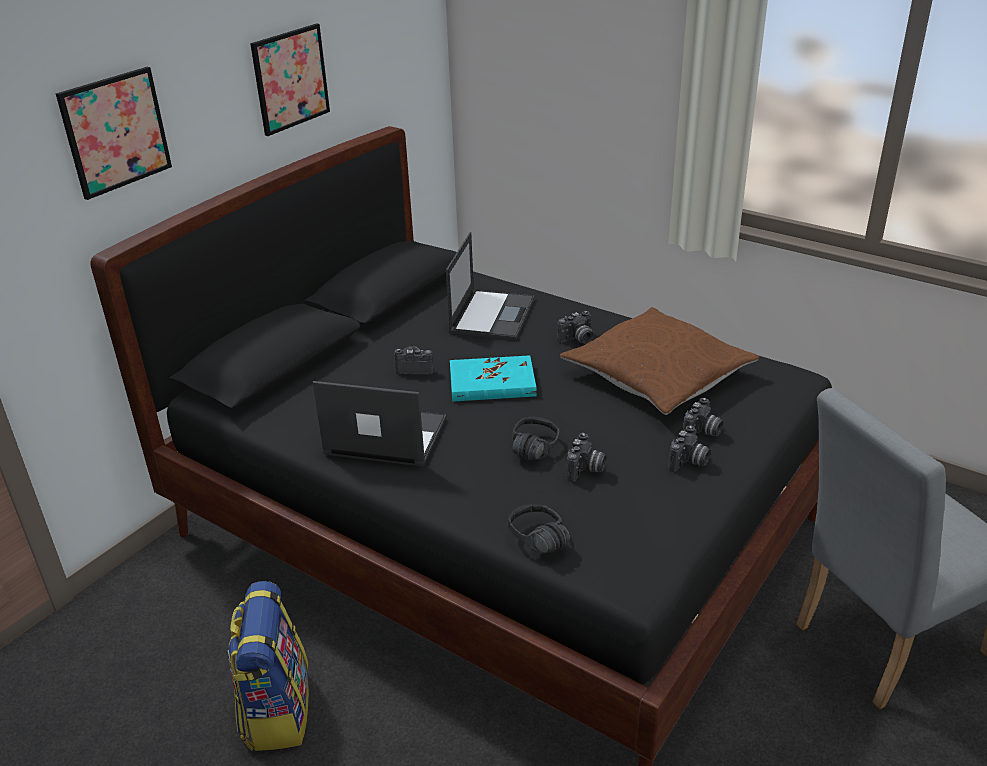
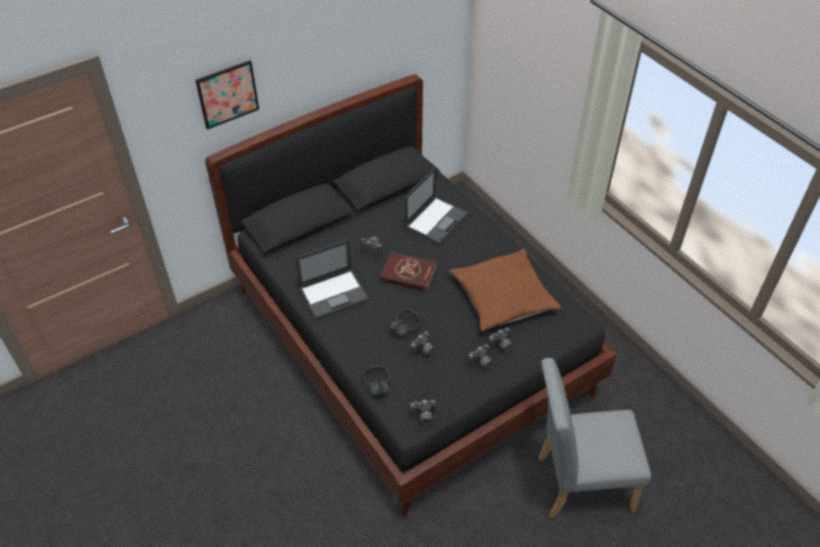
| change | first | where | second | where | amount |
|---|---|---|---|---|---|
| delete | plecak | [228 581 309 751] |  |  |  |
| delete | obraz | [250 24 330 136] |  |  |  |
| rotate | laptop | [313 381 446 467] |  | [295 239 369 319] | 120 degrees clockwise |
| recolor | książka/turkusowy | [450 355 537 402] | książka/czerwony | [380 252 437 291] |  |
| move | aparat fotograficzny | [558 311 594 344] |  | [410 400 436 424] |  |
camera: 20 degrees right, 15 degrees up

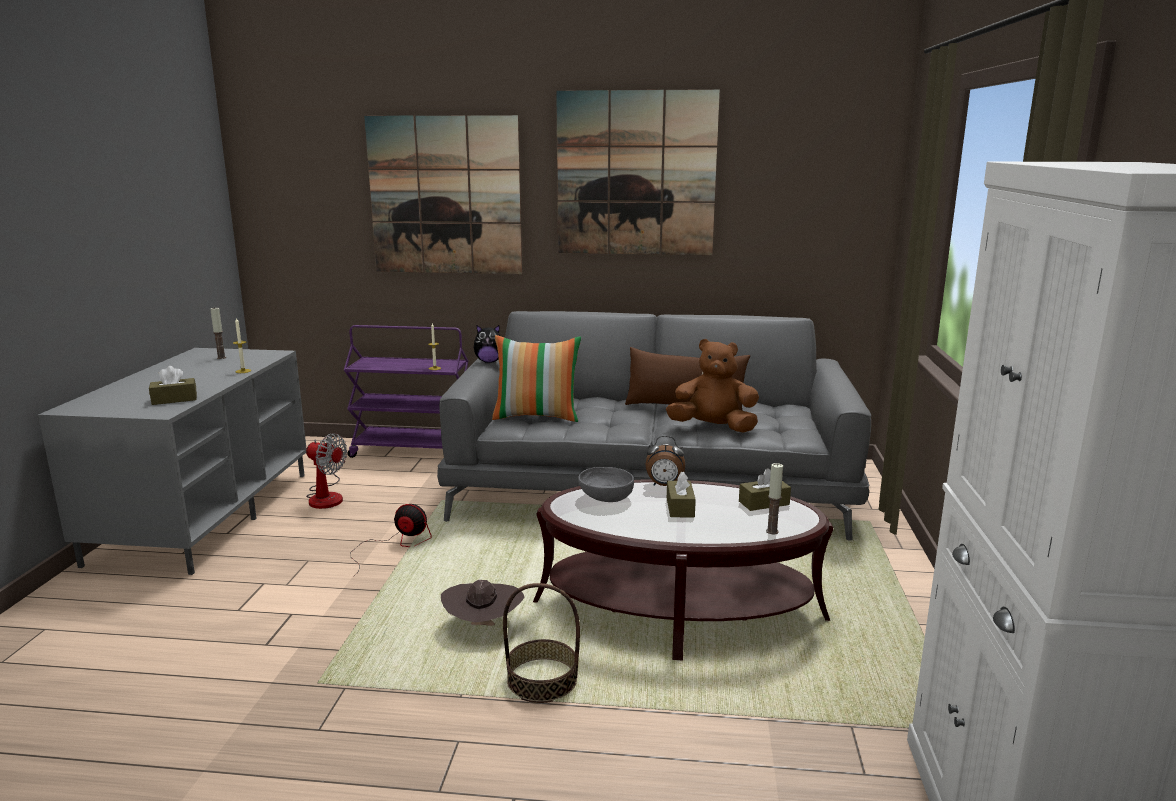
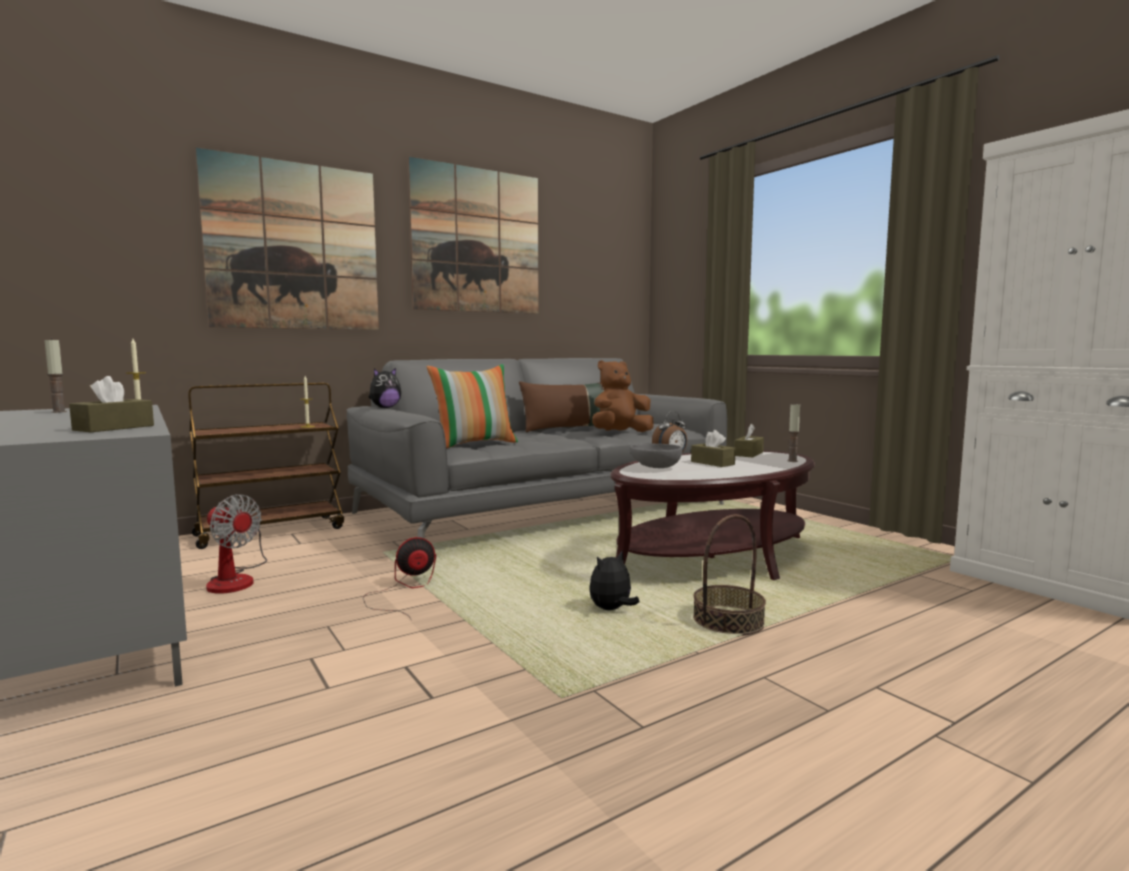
| change | first | where | second | where | amount |
|---|---|---|---|---|---|
| rotate | wentylator | [306 433 347 509] |  | [206 494 267 593] | 45 degrees clockwise |
| recolor | wózek/fioletowy | [344 325 468 458] | wózek/brązowy | [188 383 344 549] |  |
| replace | kapelusz/brązowy | [441 580 525 626] | pluszak | [589 551 639 610] |  |
camera: 40 degrees left, 10 degrees down

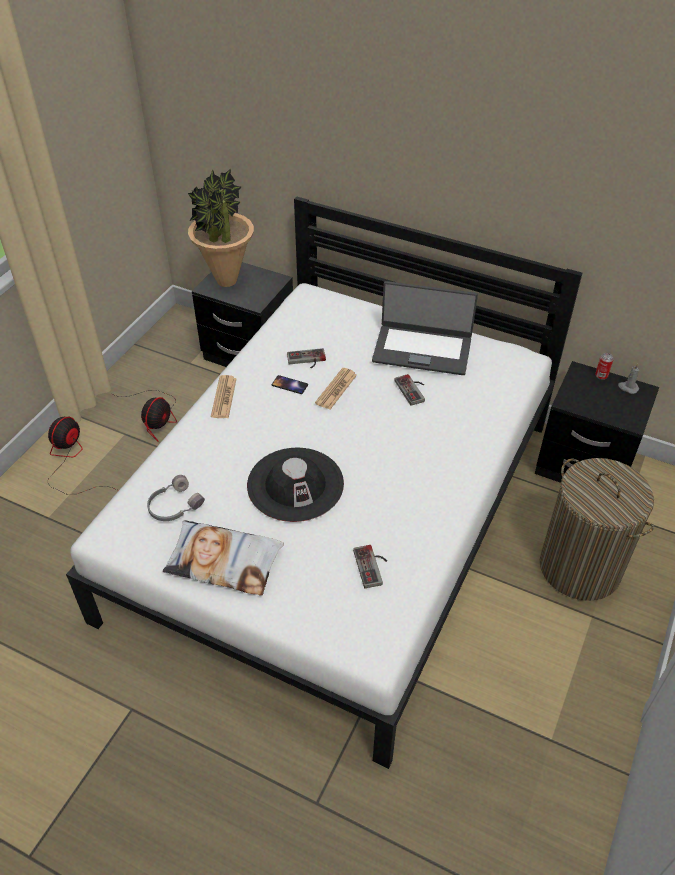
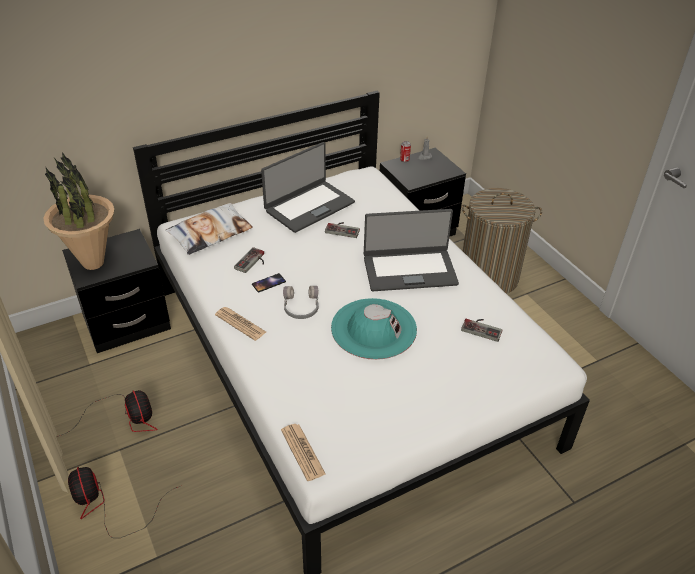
| change | first | where | second | where | amount |
|---|---|---|---|---|---|
| move | słuchawki/szary | [147 475 205 521] |  | [283 286 319 319] |  |
| move | poduszka | [163 520 284 596] |  | [165 203 253 255] |  |
| recolor | kapelusz/czarny | [247 447 344 522] | kapelusz/turkusowy | [331 298 417 360] |  |
| move | gazeta | [315 368 357 410] |  | [281 424 326 481] |  |
| insert |  |  | laptop | [364 209 459 291] |  |
camera: 55 degrees left, 5 degrees down

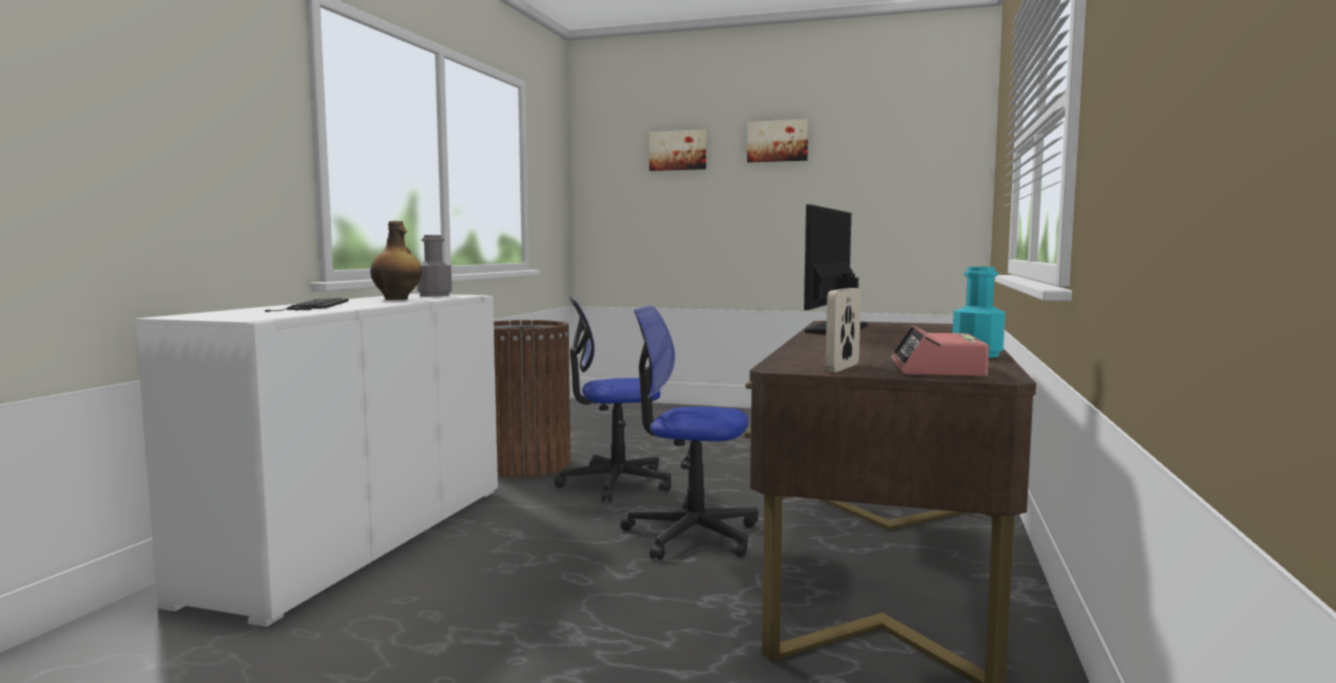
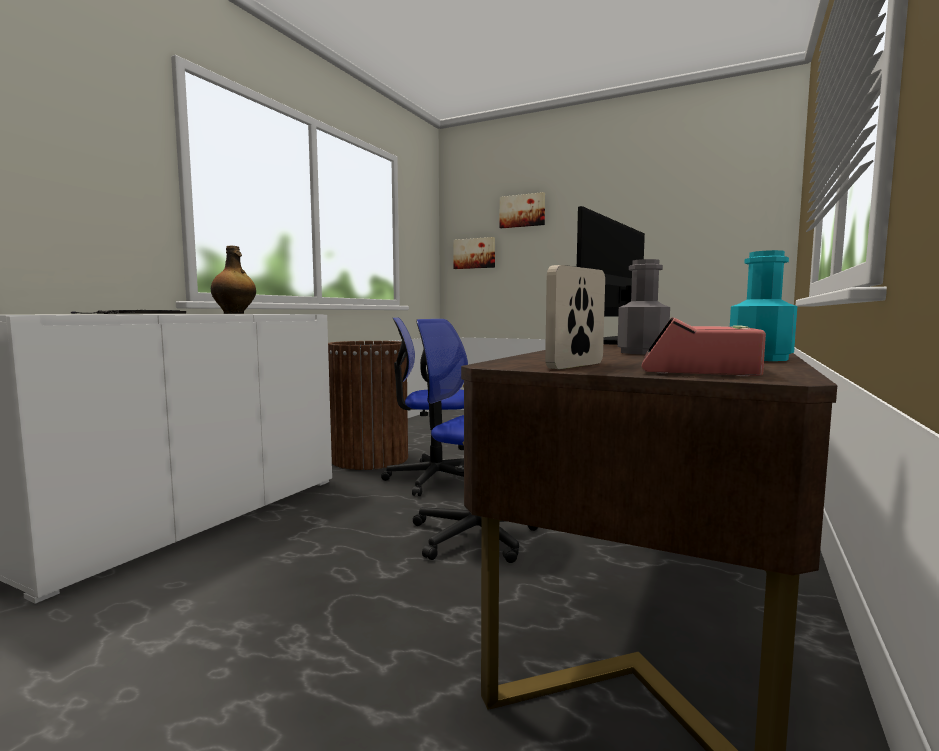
| change | first | where | second | where | amount |
|---|---|---|---|---|---|
| move | butelka/szary | [417 235 452 296] |  | [617 259 670 354] |  |
| move | obraz | [747 119 808 162] |  | [453 237 495 269] |  |
camera: 10 degrees right, 0 degrees up

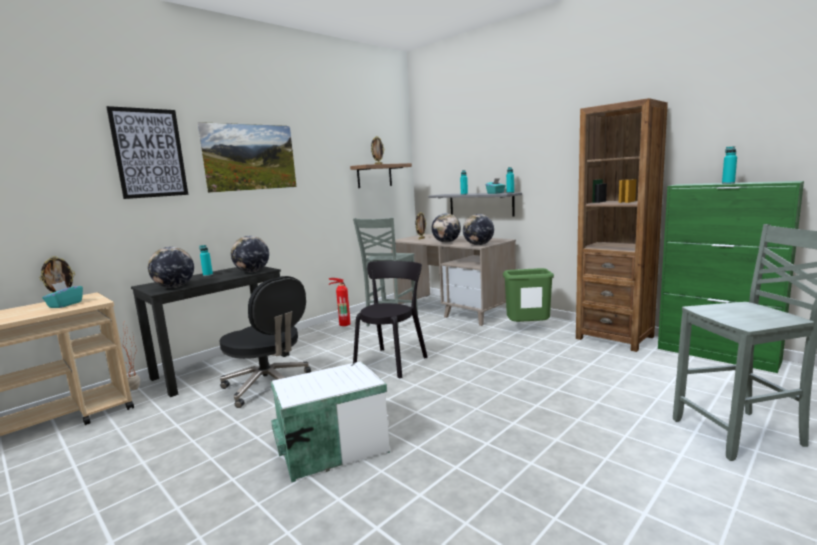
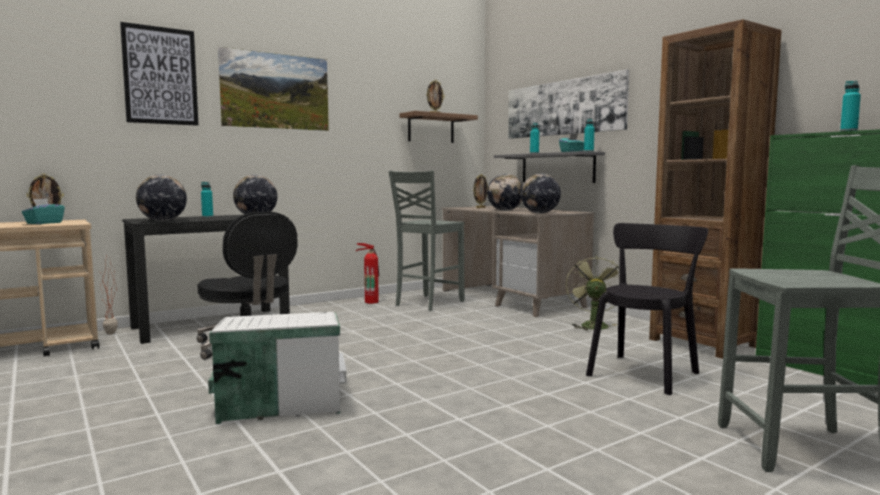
| change | first | where | second | where | amount |
|---|---|---|---|---|---|
| move | krzesło/czarny | [353 261 428 378] |  | [586 223 708 395] |  |
| replace | kosz na śmieci/zielony | [503 268 554 322] | wentylator/zielony | [566 255 620 331] |  |
| insert |  |  | obraz | [508 69 629 139] |  |
camera: 10 degrees right, 5 degrees down

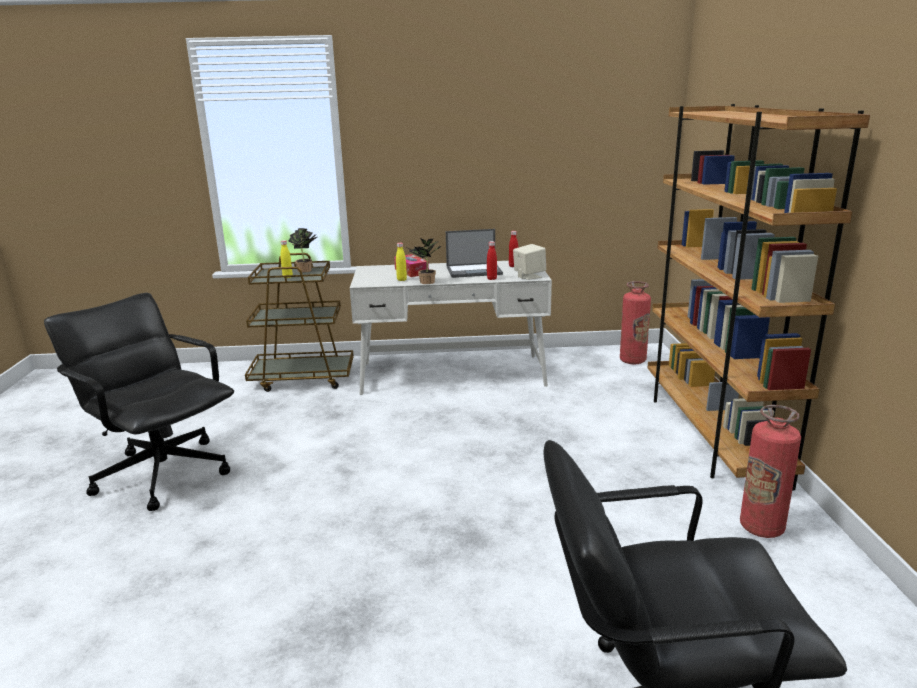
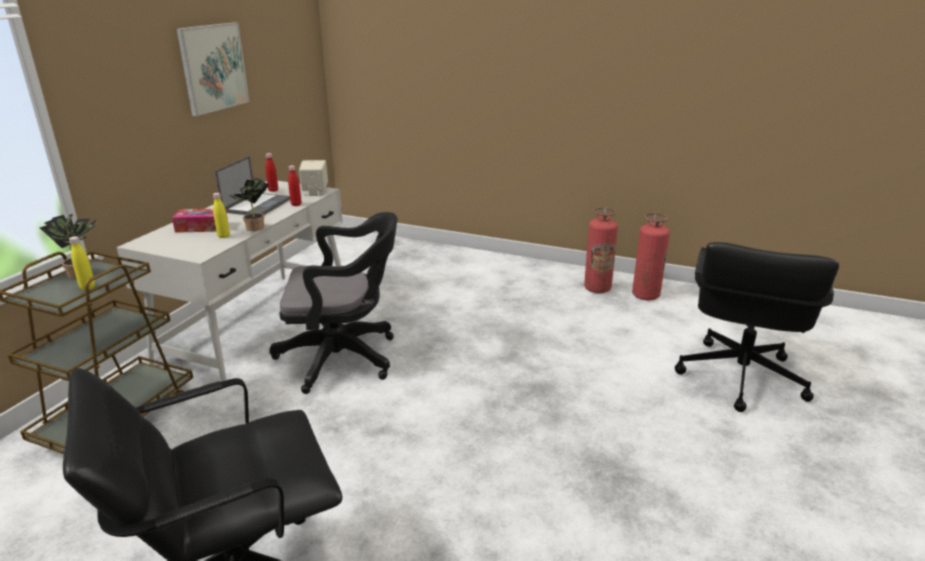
| change | first | where | second | where | amount |
|---|---|---|---|---|---|
| move | gaśnica | [620 281 651 364] |  | [632 213 670 300] |  |
| delete | regał/brązowy | [647 104 870 491] |  |  |  |
| insert |  |  | obraz | [177 22 249 116] |  |
| insert |  |  | krzesło biurowe/czarny | [269 212 398 394] |  |
camera: 65 degrees left, 5 degrees up

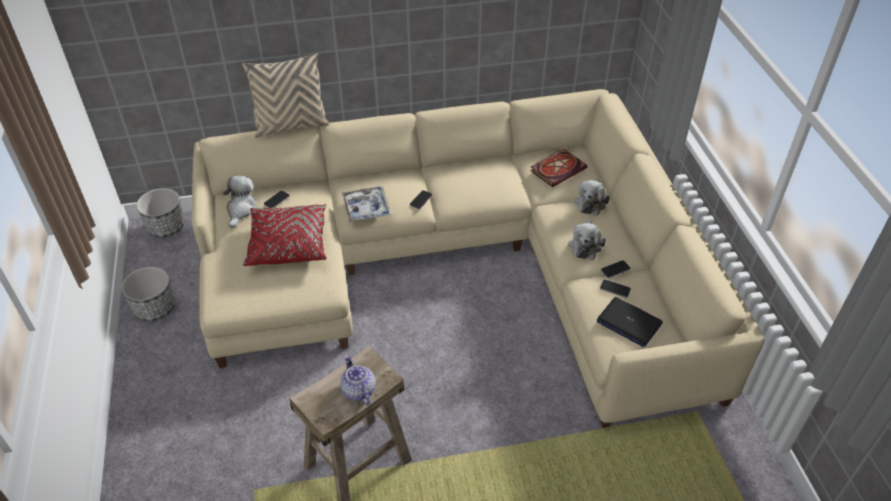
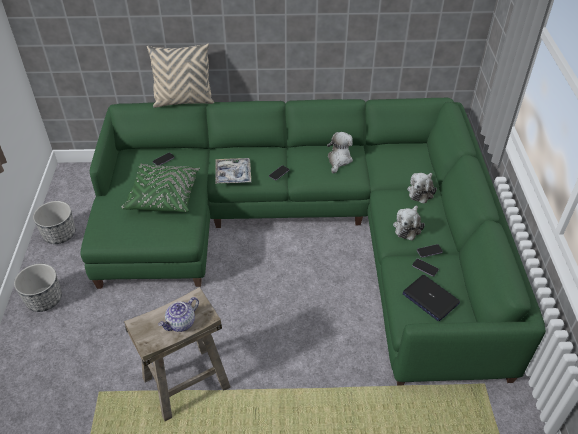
| change | first | where | second | where | amount |
|---|---|---|---|---|---|
| move | donica | [136 188 184 237] |  | [14 264 62 312] |  |
| recolor | kanapa/beżowy | [192 89 765 428] | kanapa/zielony | [81 98 546 386] |  |
| move | pluszak | [223 175 258 228] |  | [327 132 353 174] |  |
| recolor | poduszka/czerwony | [243 204 327 266] | poduszka/zielony | [121 163 200 212] |  |
| rotate | imbryk | [340 355 375 405] |  | [158 297 199 332] | 120 degrees counterclockwise |
| delete | książka | [530 149 588 187] |  |  |  |
camera: 10 degrees right, 0 degrees up

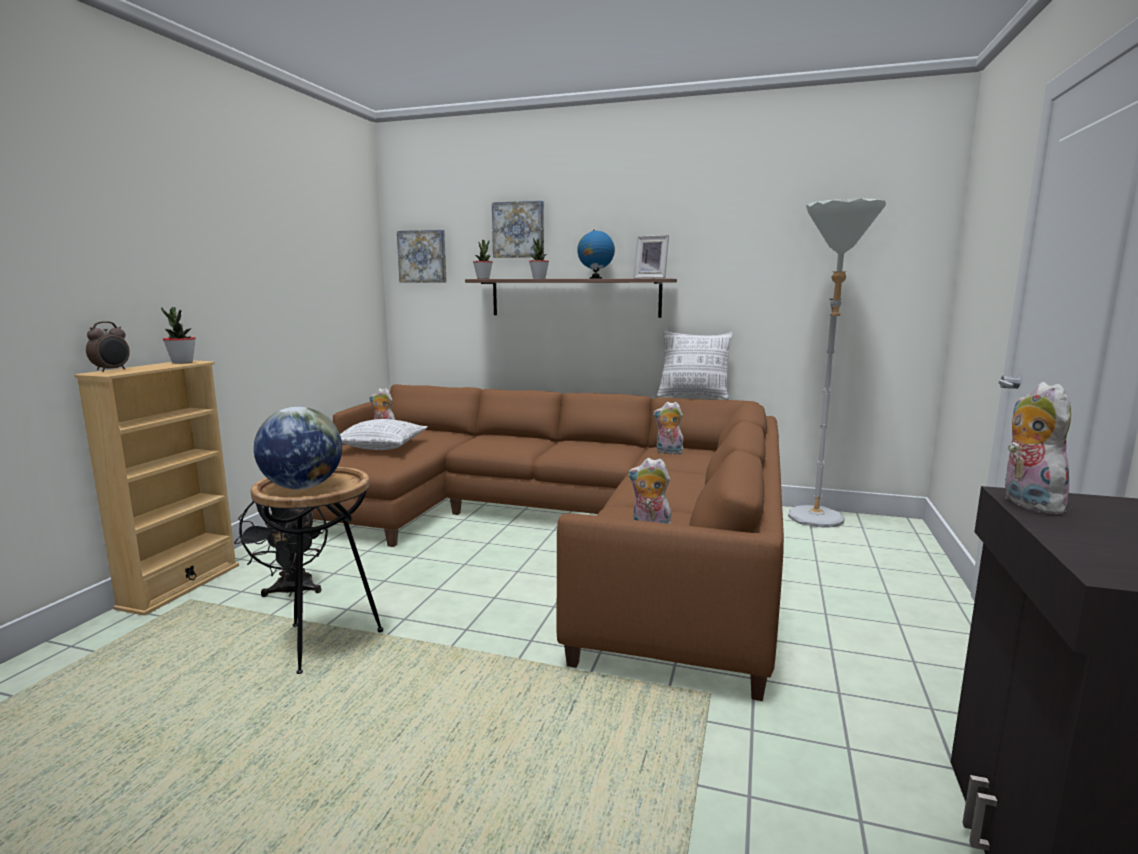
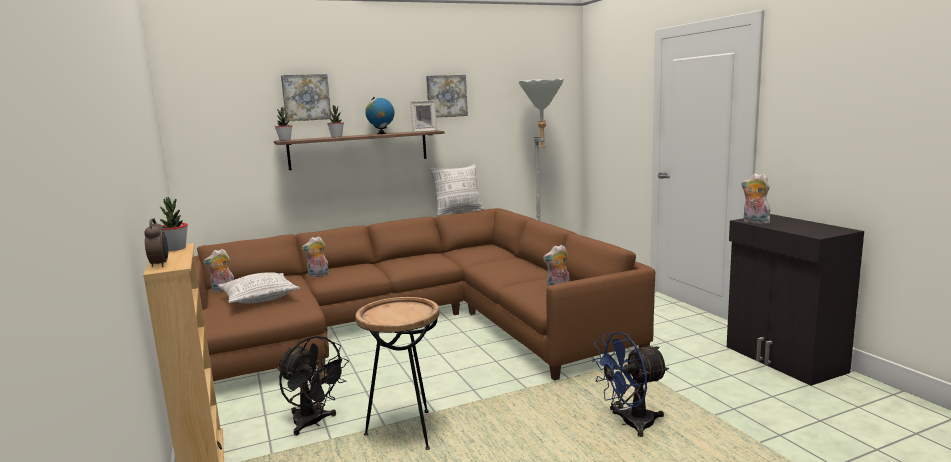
| change | first | where | second | where | amount |
|---|---|---|---|---|---|
| delete | globus | [254 407 342 489] |  |  |  |
| move | obraz | [397 230 447 283] |  | [426 75 468 118] |  |
| move | pluszak | [653 402 683 454] |  | [302 236 329 278] |  |
| insert |  |  | wentylator/niebieski | [591 332 669 437] |  |
camera: 40 degrees left, 0 degrees up

